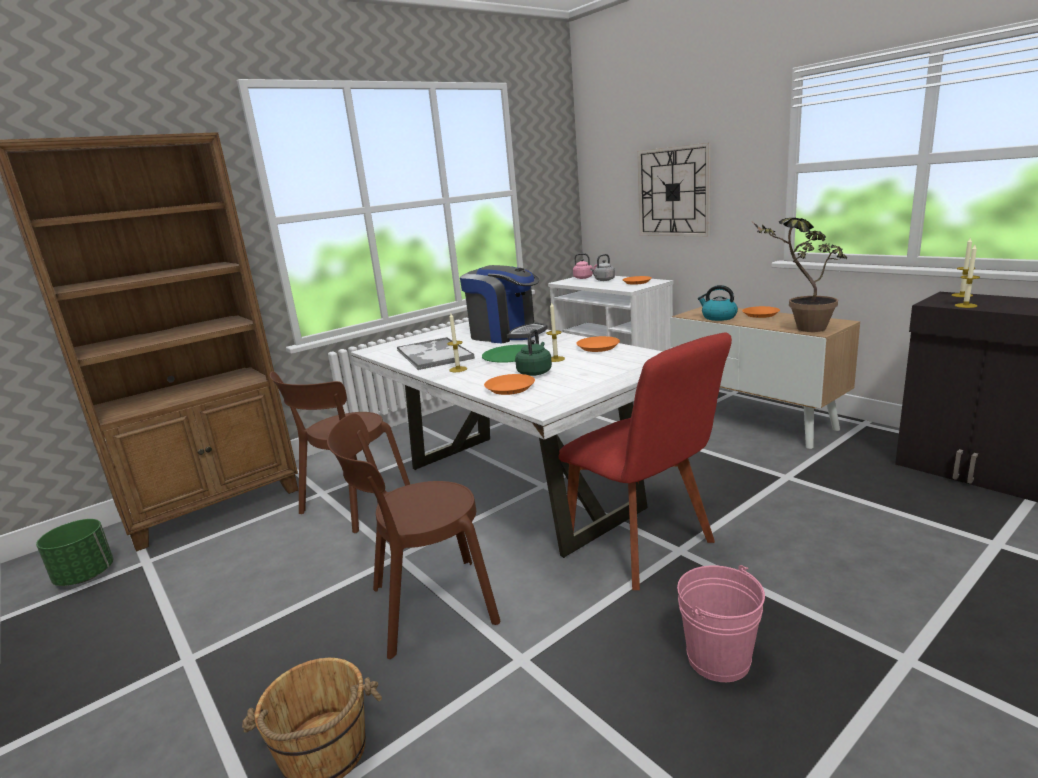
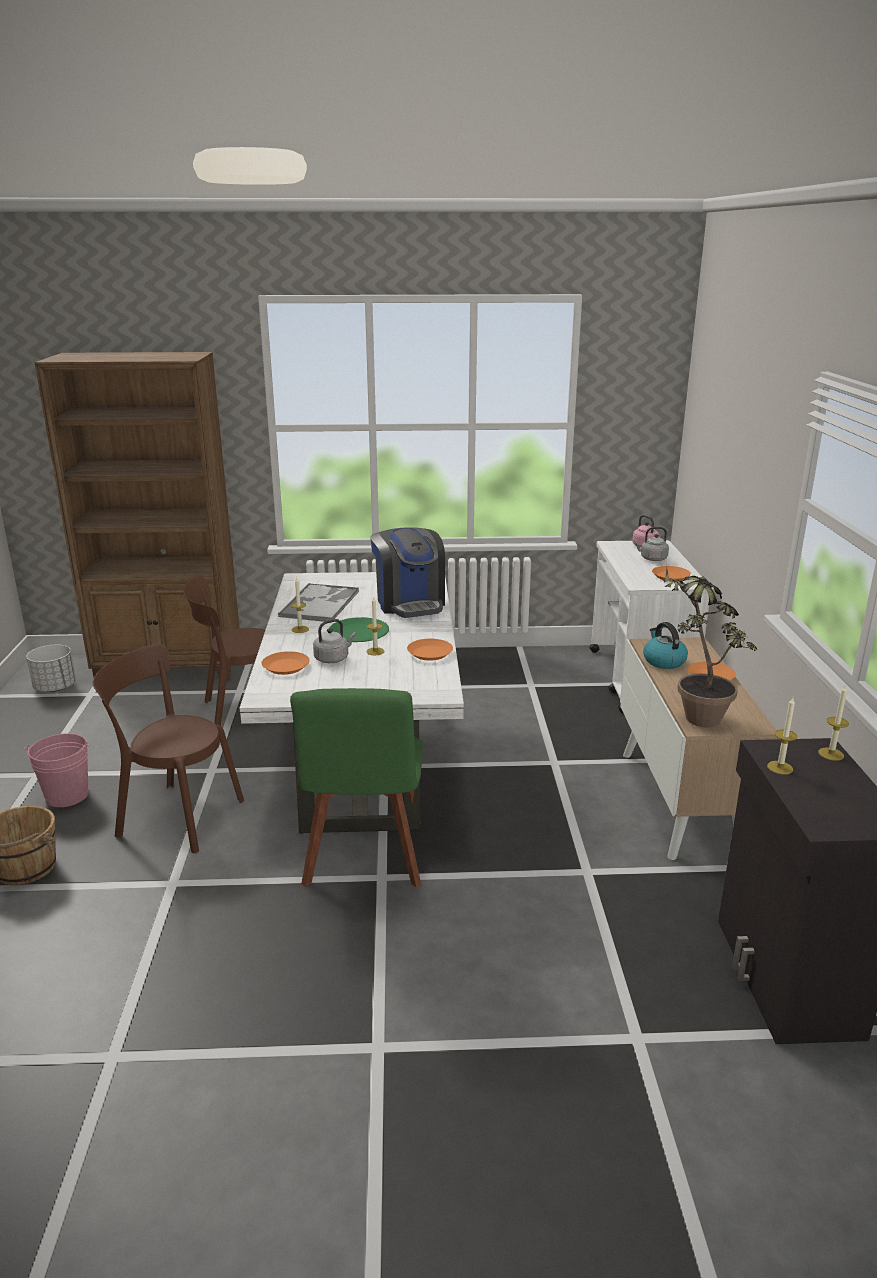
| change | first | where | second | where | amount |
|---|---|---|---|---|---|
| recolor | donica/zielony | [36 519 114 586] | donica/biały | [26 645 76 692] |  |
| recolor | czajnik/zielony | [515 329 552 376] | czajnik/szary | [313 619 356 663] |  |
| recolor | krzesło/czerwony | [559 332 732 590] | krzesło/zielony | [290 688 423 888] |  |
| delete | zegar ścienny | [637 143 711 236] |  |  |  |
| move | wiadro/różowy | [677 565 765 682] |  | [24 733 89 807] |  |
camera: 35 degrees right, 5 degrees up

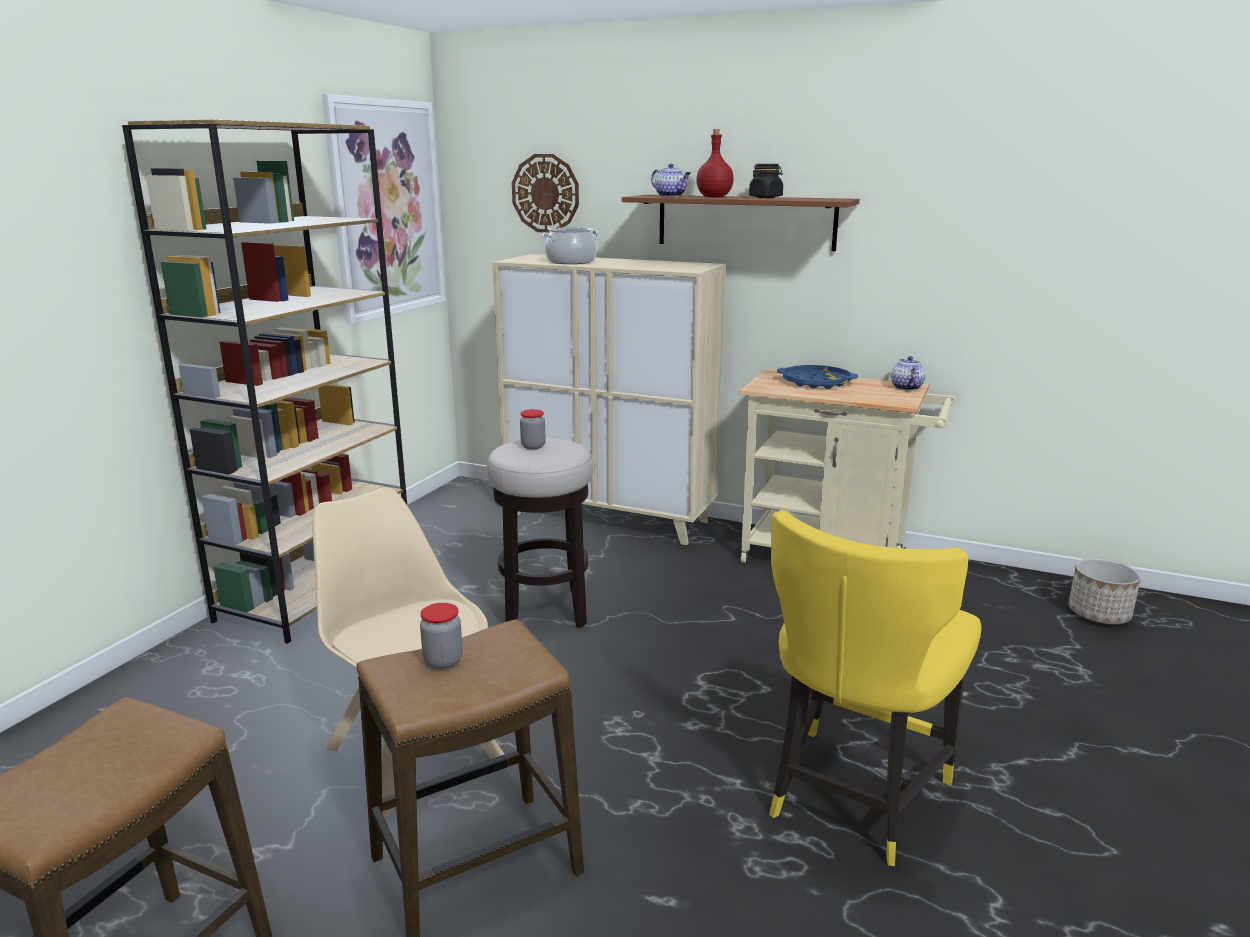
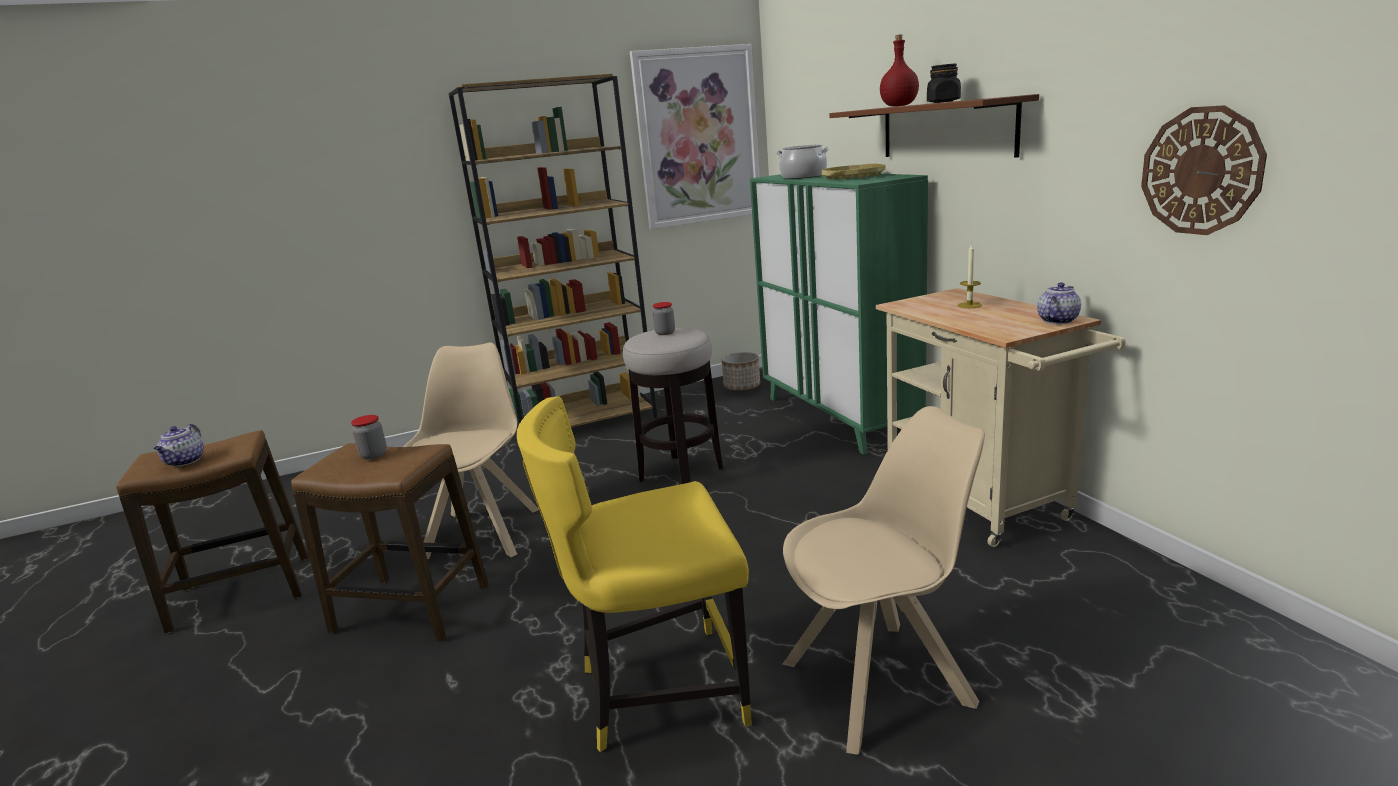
| change | first | where | second | where | amount |
|---|---|---|---|---|---|
| recolor | szafka/beżowy | [492 254 726 545] | szafka/zielony | [750 174 928 455] |  |
| move | zegar ścienny | [512 154 579 233] |  | [1141 105 1267 235] |  |
| move | imbryk | [651 164 691 197] |  | [154 424 204 467] |  |
| replace | taca/niebieski | [777 365 858 389] | świeca | [957 243 982 308] |  |
| move | donica | [1069 558 1141 624] |  | [722 352 760 391] |  |
| insert |  |  | krzesło/beżowy | [783 406 985 755] |  |
| insert |  |  | taca/żółty | [821 164 885 180] |  |
camera: 45 degrees right, 0 degrees up

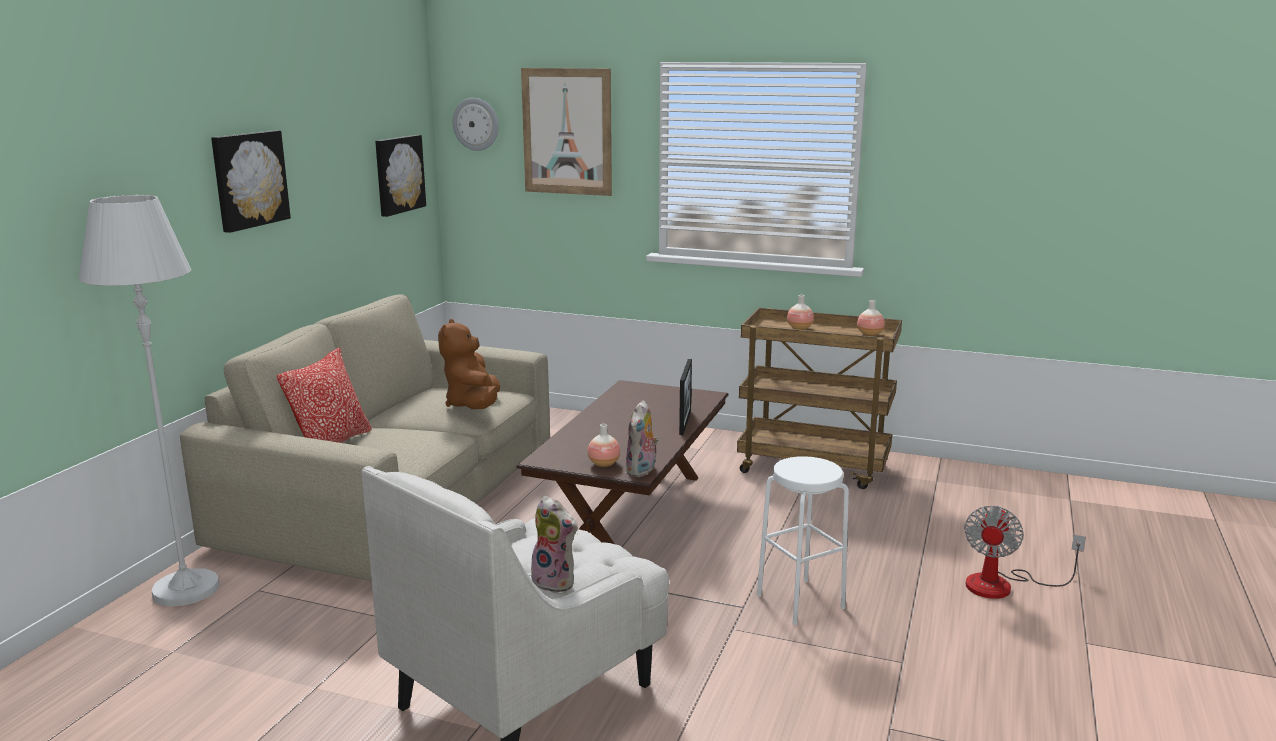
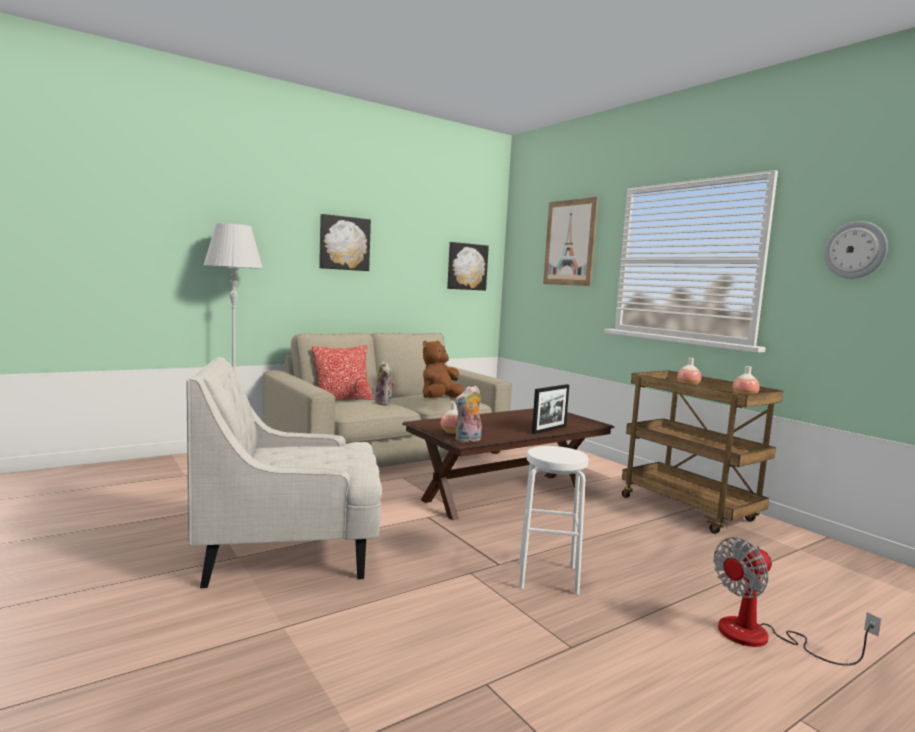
| change | first | where | second | where | amount |
|---|---|---|---|---|---|
| move | zegar ścienny | [453 98 499 151] |  | [824 221 888 279] |  |
| move | pluszak | [531 496 578 593] |  | [375 361 394 406] |  |
camera: 35 degrees right, 10 degrees down

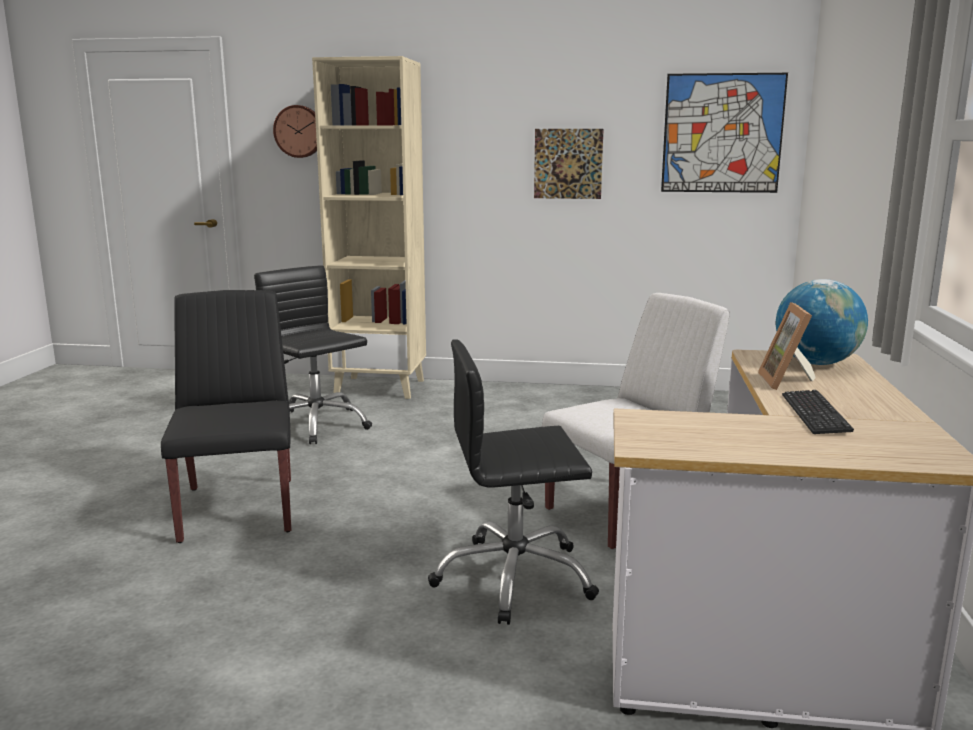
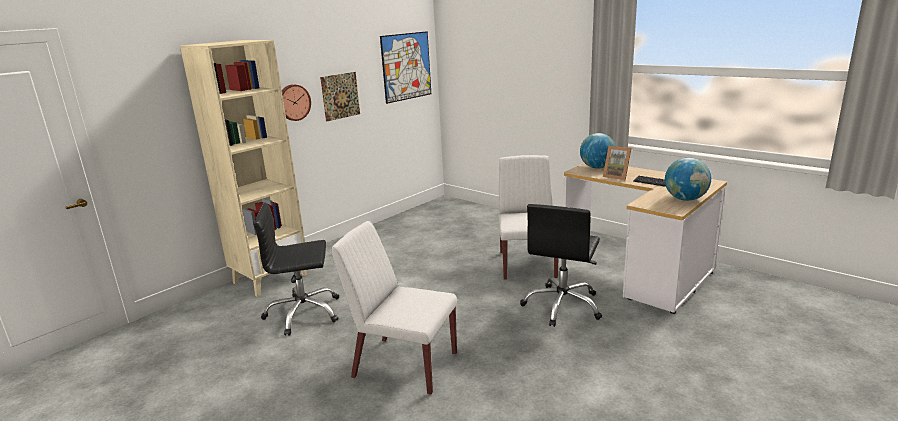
| change | first | where | second | where | amount |
|---|---|---|---|---|---|
| recolor | krzesło/czarny | [161 290 291 543] | krzesło/biały | [331 221 457 395] |  |
| move | zegar ścienny | [273 105 317 158] |  | [282 84 311 121] |  |
| insert |  |  | globus | [665 158 711 201] |  |
camera: 55 degrees left, 5 degrees up

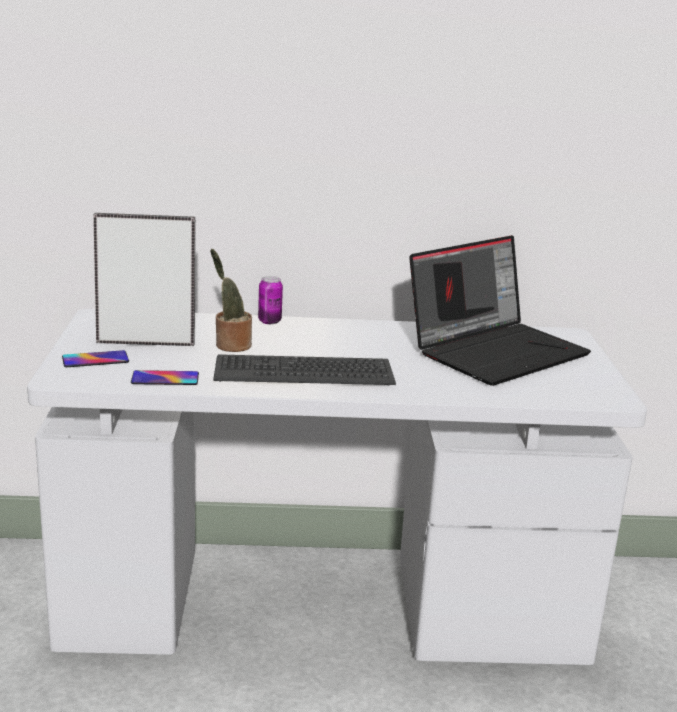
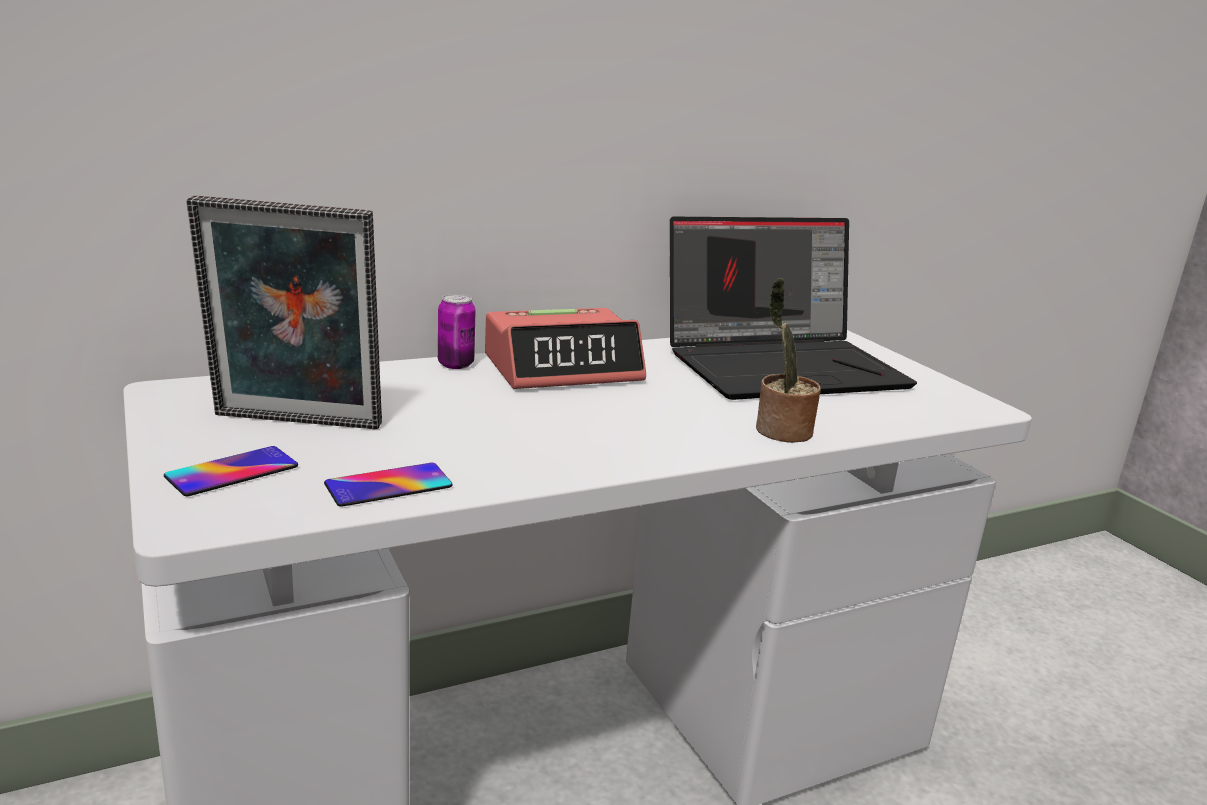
| change | first | where | second | where | amount |
|---|---|---|---|---|---|
| rotate | ramka na zdjęcie | [93 213 195 346] |  | [186 196 382 429] | 150 degrees counterclockwise |
| move | roślina doniczkowa | [210 249 252 352] |  | [756 278 821 443] |  |
| delete | klawiatura | [213 354 396 386] |  |  |  |
| rotate | laptop | [409 235 591 386] |  | [670 217 917 400] | 45 degrees clockwise |
| insert |  |  | budzik | [485 308 646 389] |  |
camera: 25 degrees left, 0 degrees up

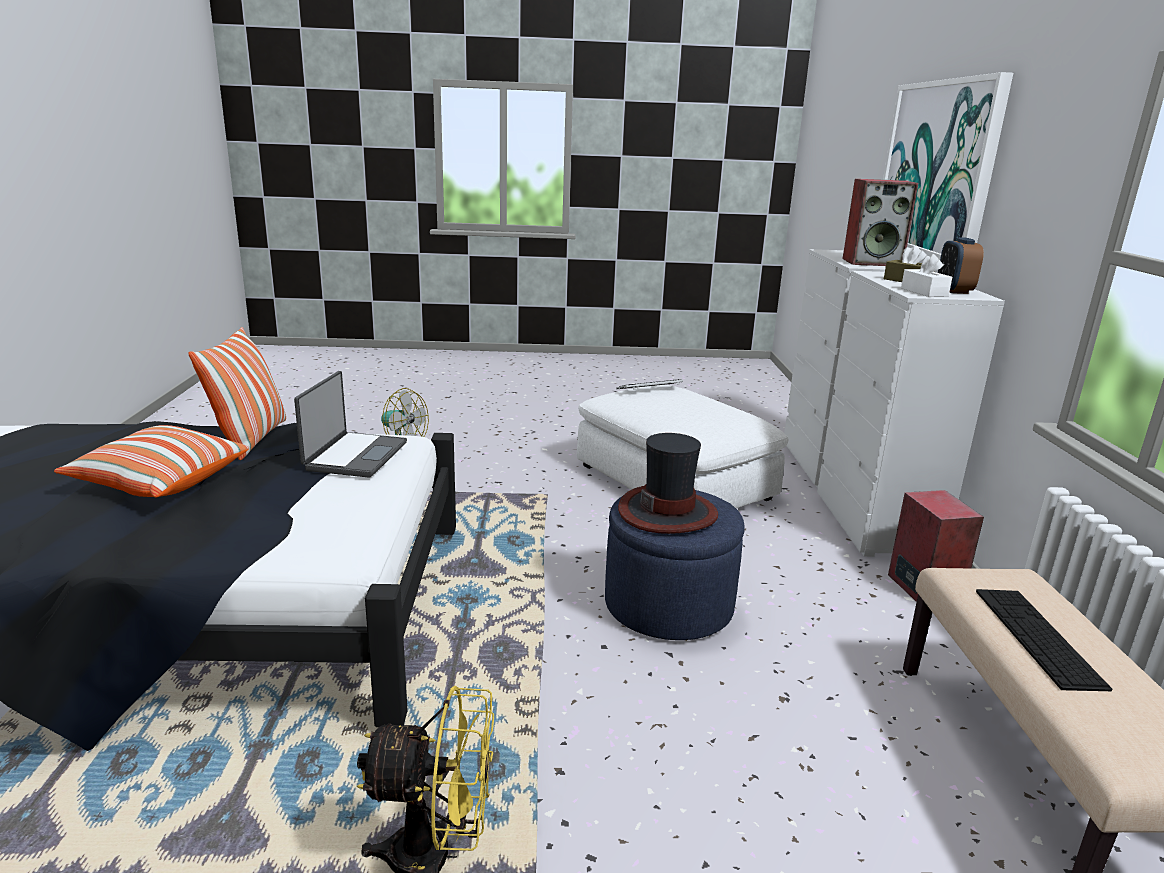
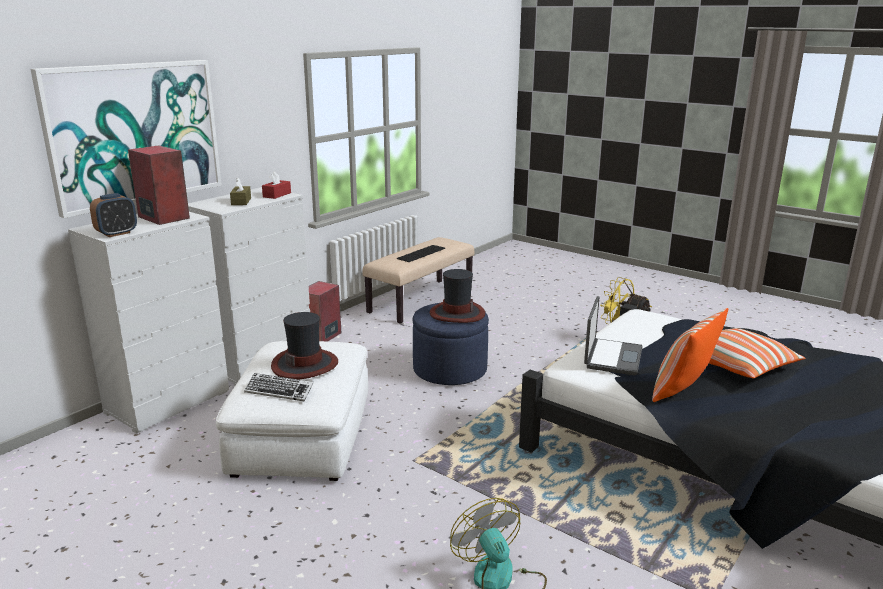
| change | first | where | second | where | amount |
|---|---|---|---|---|---|
| rotate | laptop | [294 371 407 478] |  | [584 296 643 376] | 150 degrees clockwise |
| recolor | pudełko chusteczek/biały | [901 254 952 297] | pudełko chusteczek/czerwony | [262 172 291 199] |  |
| move | budzik | [938 237 984 294] |  | [90 193 137 237] |  |
| insert |  |  | kapelusz | [271 312 338 379] |  |
camera: 140 degrees left, 0 degrees up

